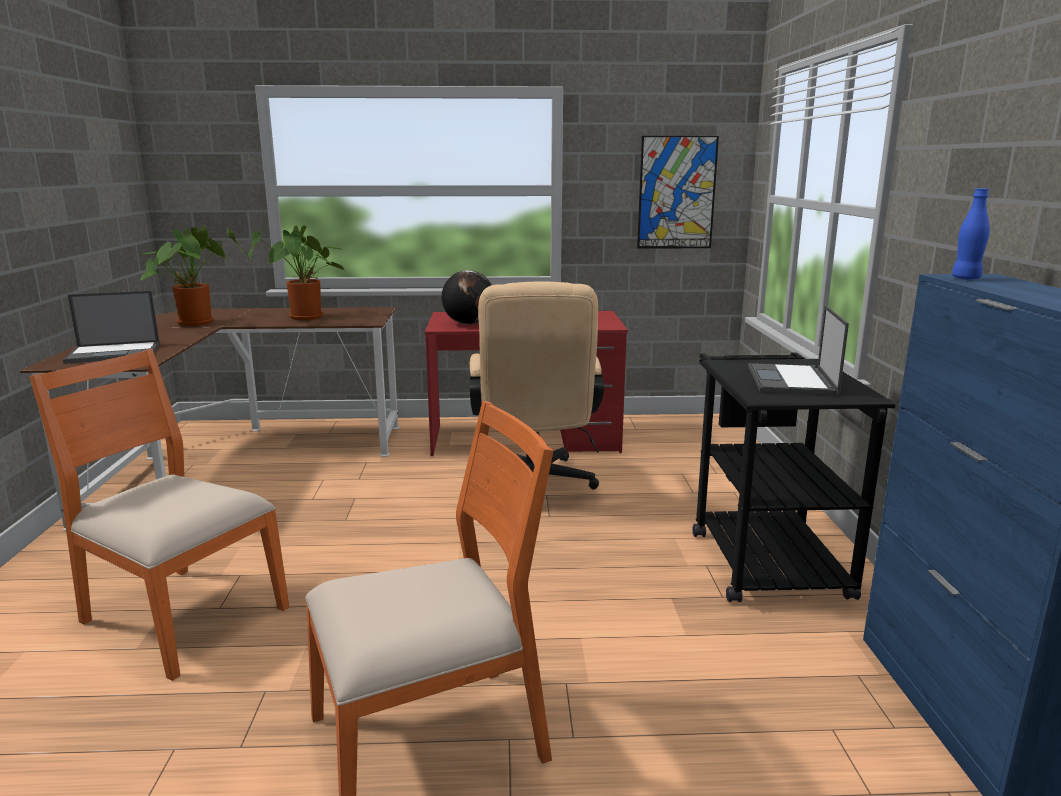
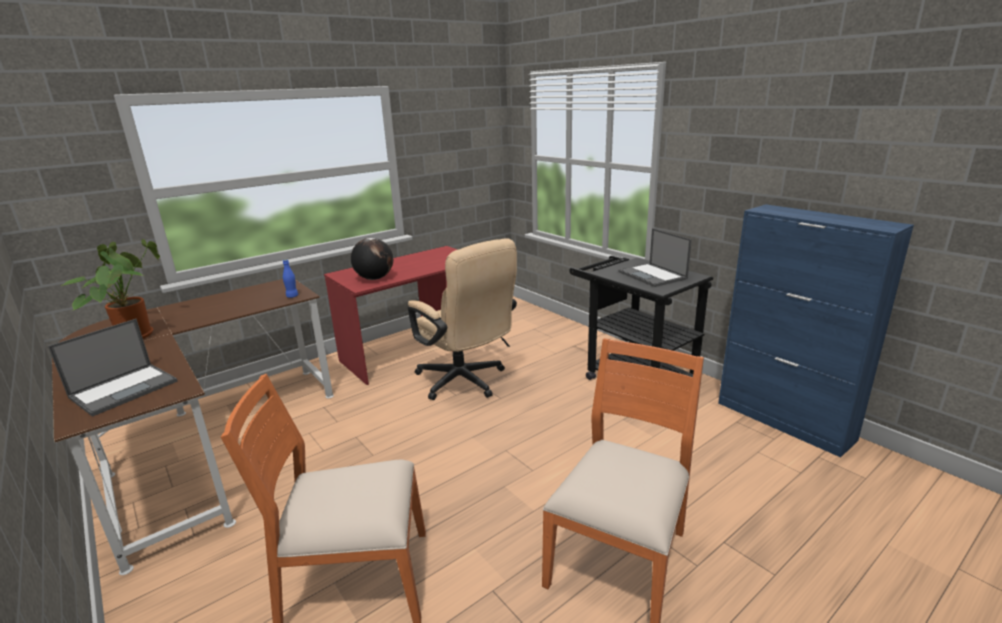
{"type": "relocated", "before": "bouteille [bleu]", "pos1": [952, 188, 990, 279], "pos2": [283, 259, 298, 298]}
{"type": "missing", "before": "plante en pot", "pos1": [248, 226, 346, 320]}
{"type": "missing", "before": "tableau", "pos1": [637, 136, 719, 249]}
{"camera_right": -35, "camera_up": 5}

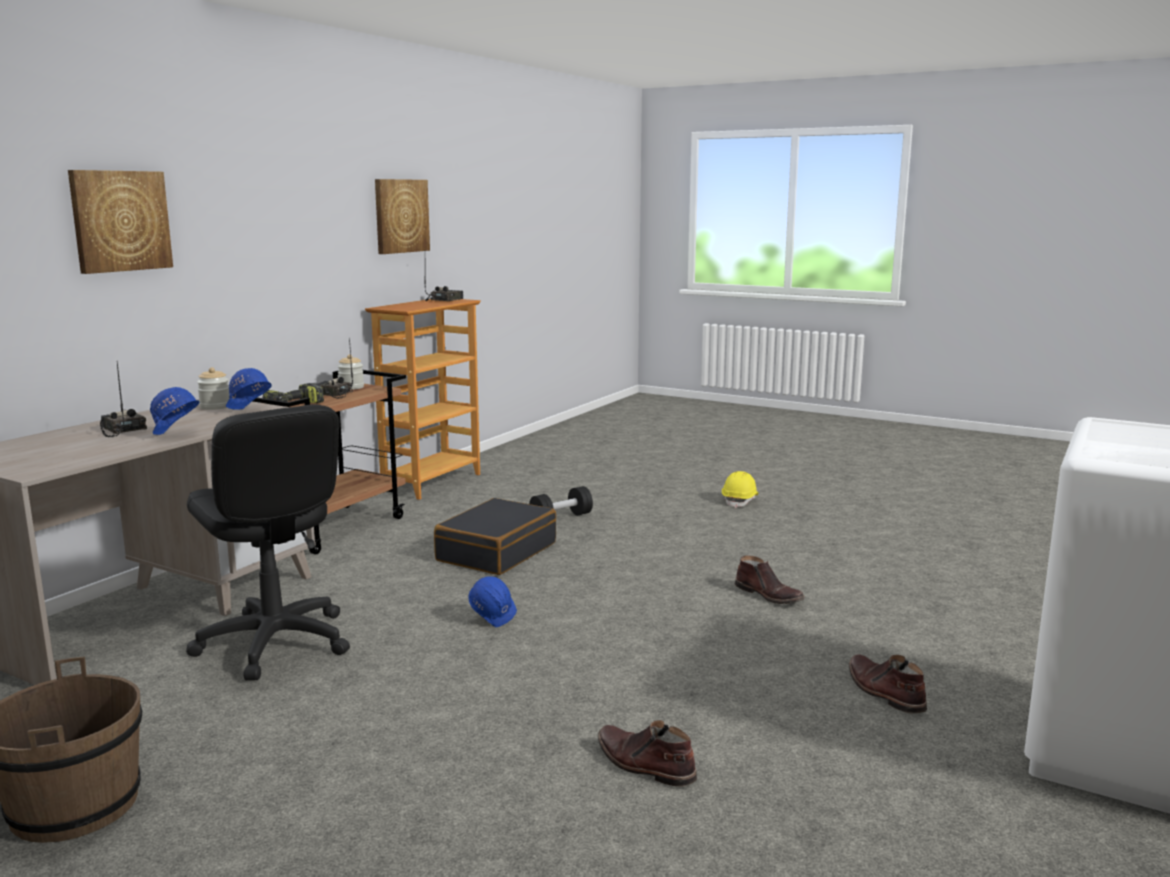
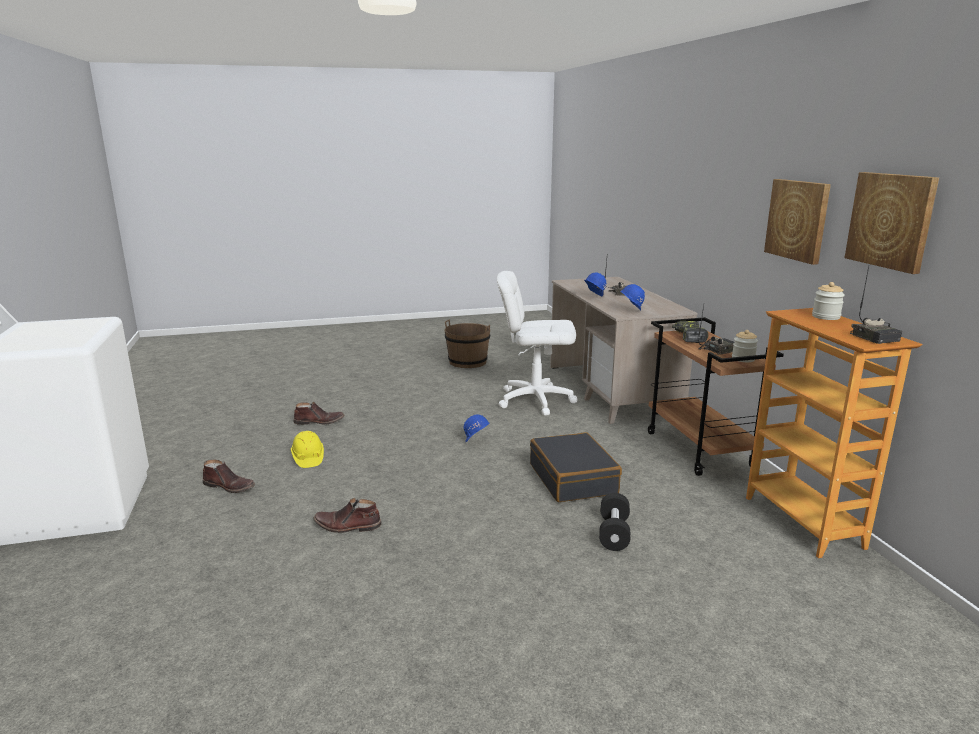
{"type": "relocated", "before": "casque de chantier [jaune]", "pos1": [722, 471, 758, 508], "pos2": [291, 431, 324, 468]}
{"type": "colour", "before": "chaise de bureau [noir]", "after": "chaise de bureau [blanc]", "pos1": [186, 404, 350, 681], "pos2": [497, 271, 577, 416]}
{"type": "relocated", "before": "tableau", "pos1": [68, 170, 173, 274], "pos2": [764, 179, 831, 265]}
{"type": "relocated", "before": "bocal", "pos1": [197, 367, 230, 410], "pos2": [812, 282, 845, 320]}
{"camera_right": 135, "camera_up": 5}

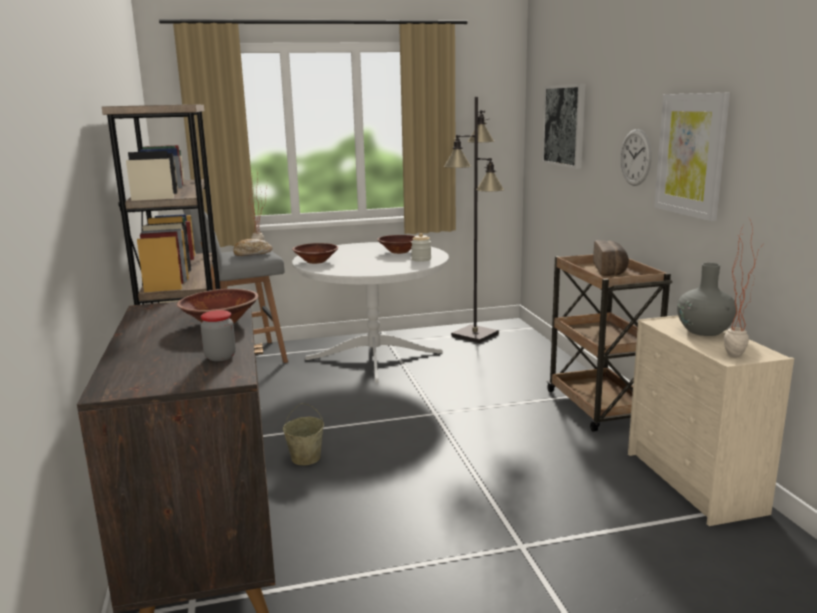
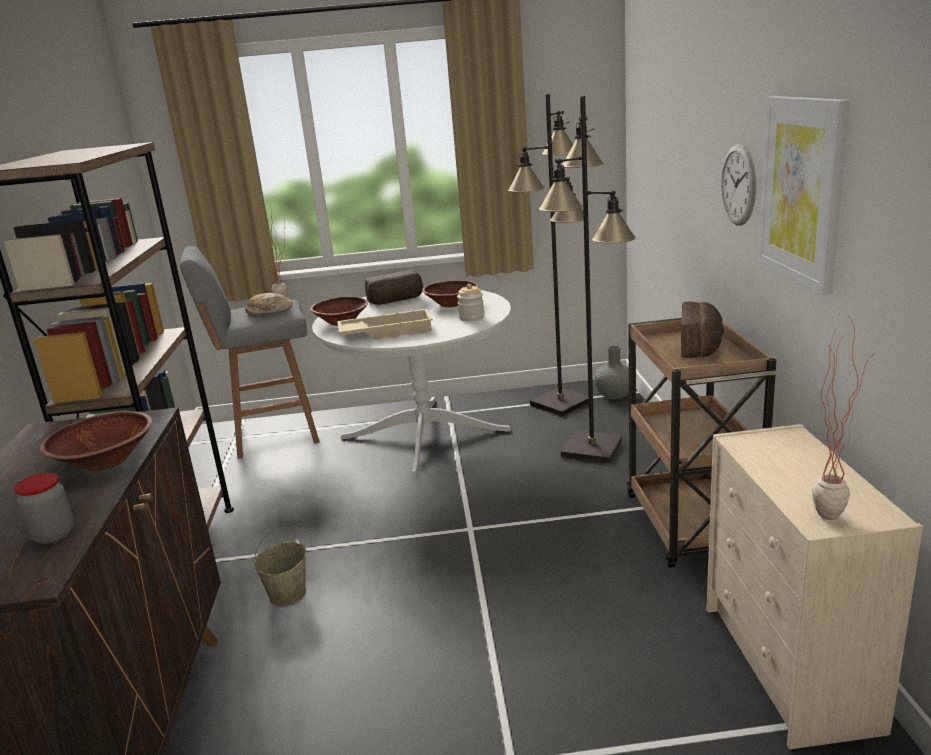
{"type": "appeared", "after": "plateau [beige]", "pos2": [337, 309, 433, 339]}
{"type": "appeared", "after": "pain", "pos2": [365, 270, 423, 305]}
{"type": "appeared", "after": "lampadaire [noir]", "pos2": [539, 96, 636, 463]}
{"type": "relocated", "before": "vase [gris]", "pos1": [677, 263, 737, 336], "pos2": [594, 346, 629, 399]}
{"type": "missing", "before": "tableau", "pos1": [542, 84, 585, 169]}
{"camera_right": 10, "camera_up": 5}

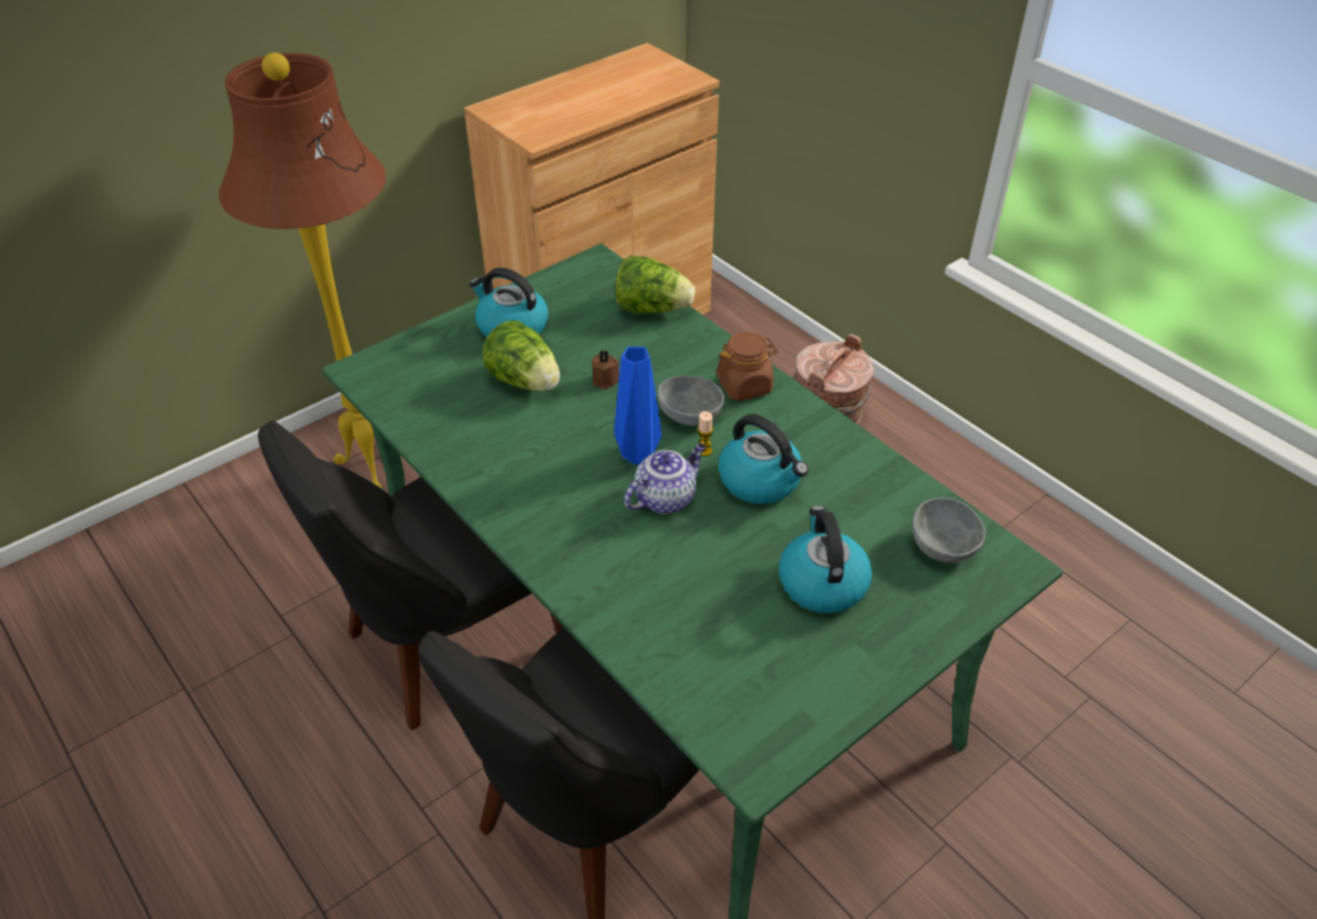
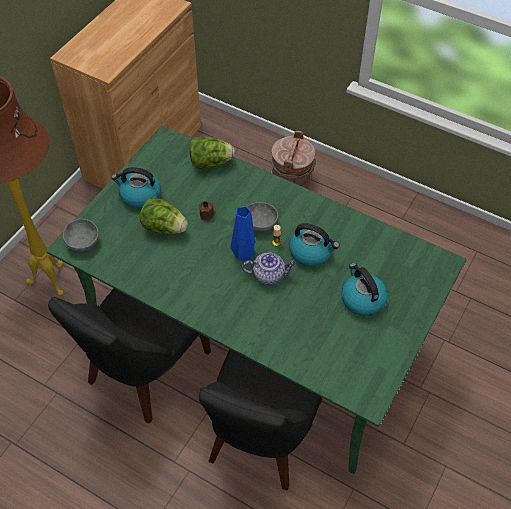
{"type": "relocated", "before": "bol [gris]", "pos1": [912, 497, 986, 563], "pos2": [63, 219, 99, 251]}
{"type": "spun", "before": "théière", "pos1": [624, 443, 706, 514], "pos2": [242, 252, 296, 285], "turn": 60}
{"type": "missing", "before": "bocal [marron]", "pos1": [716, 332, 778, 401]}
{"camera_right": -20, "camera_up": 10}

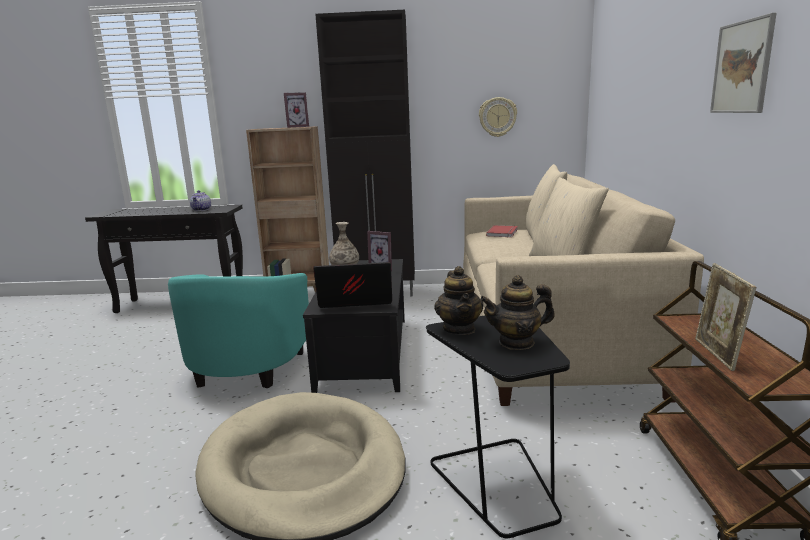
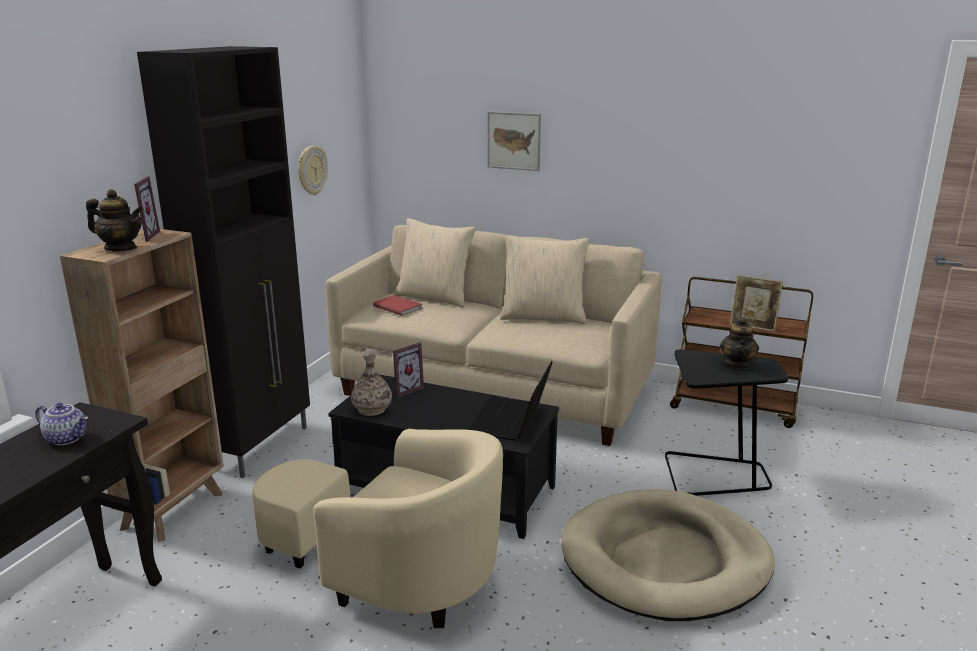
{"type": "relocated", "before": "théière", "pos1": [434, 266, 484, 335], "pos2": [86, 189, 143, 251]}
{"type": "colour", "before": "fauteuil [turquoise]", "after": "fauteuil [beige]", "pos1": [168, 273, 309, 388], "pos2": [252, 429, 503, 628]}
{"type": "relocated", "before": "tableau", "pos1": [710, 13, 777, 113], "pos2": [488, 112, 541, 171]}
{"camera_right": -70, "camera_up": 5}

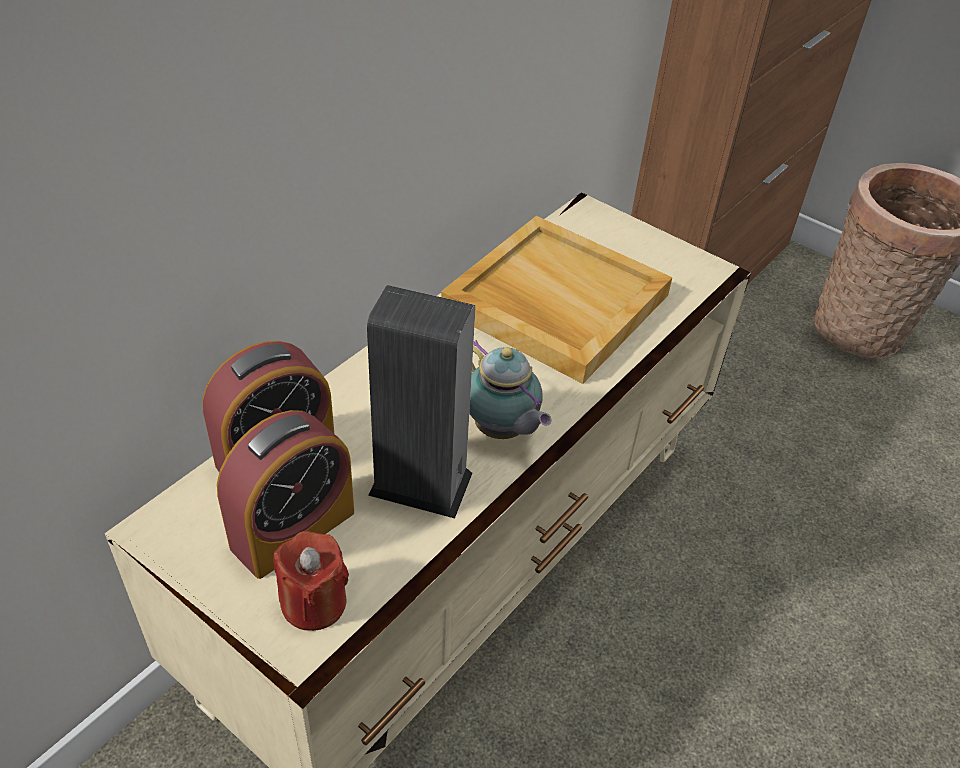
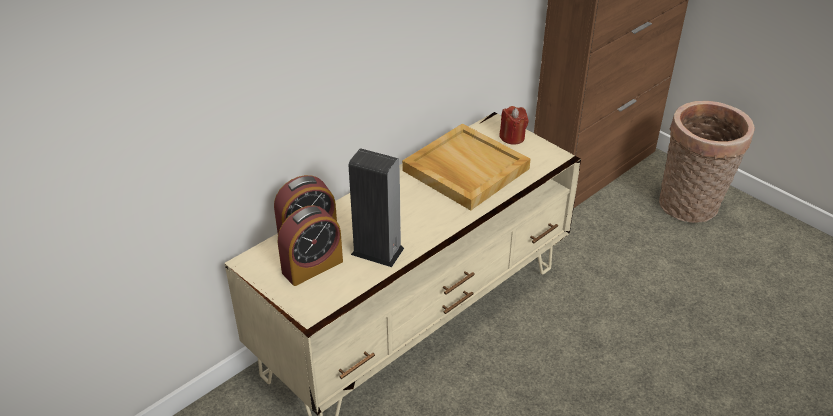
{"type": "relocated", "before": "bougie [rouge]", "pos1": [273, 531, 349, 631], "pos2": [500, 106, 528, 145]}
{"type": "missing", "before": "théière", "pos1": [469, 340, 551, 439]}
{"camera_right": 10, "camera_up": -5}

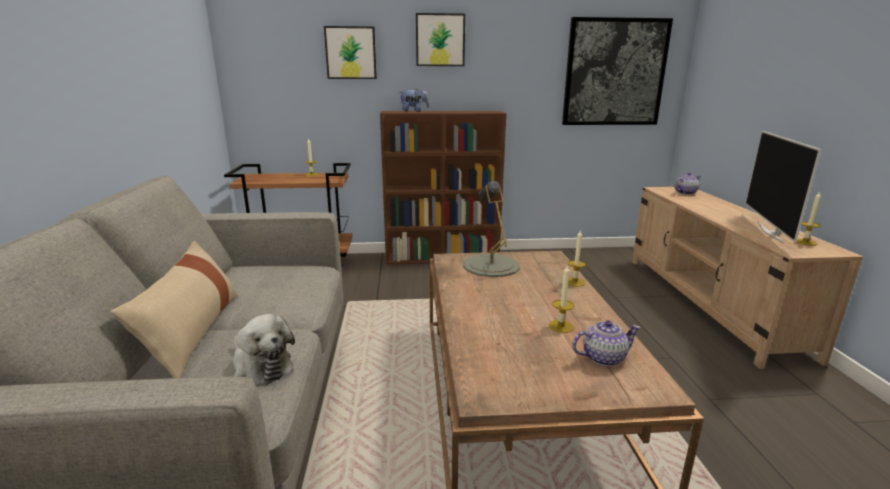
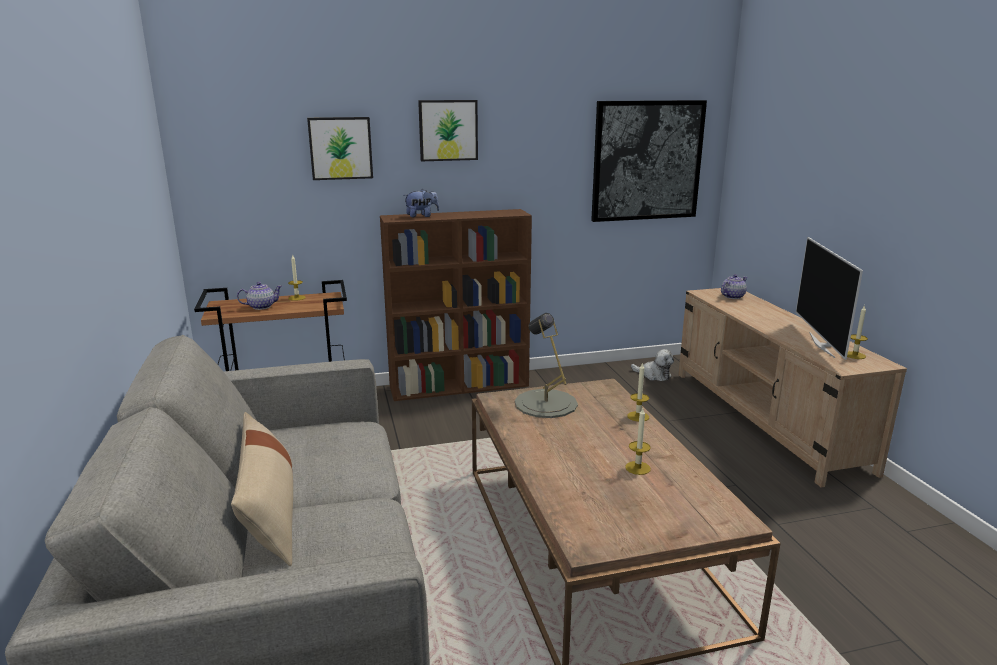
{"type": "relocated", "before": "théière", "pos1": [572, 320, 641, 366], "pos2": [237, 282, 282, 310]}
{"type": "relocated", "before": "peluche", "pos1": [233, 314, 295, 385], "pos2": [631, 349, 674, 381]}
{"camera_right": -10, "camera_up": 0}

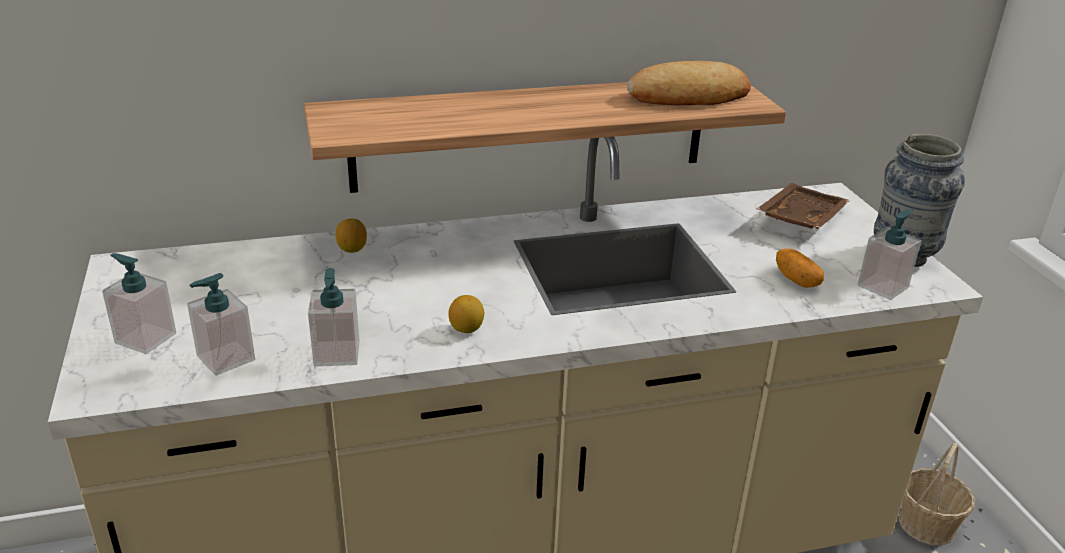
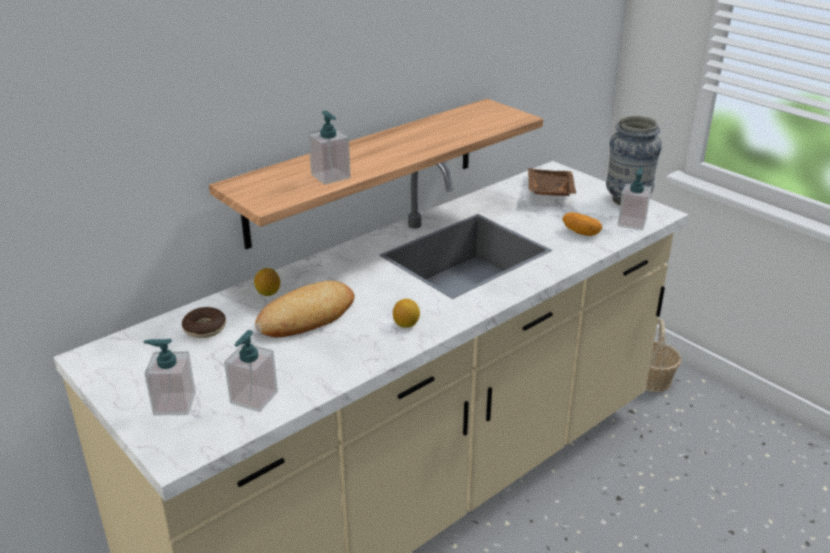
{"type": "appeared", "after": "beignet", "pos2": [182, 307, 226, 338]}
{"type": "relocated", "before": "pain", "pos1": [627, 61, 751, 105], "pos2": [255, 281, 355, 337]}
{"type": "relocated", "before": "distributeur de savon", "pos1": [308, 268, 360, 366], "pos2": [308, 111, 351, 185]}
{"camera_right": -25, "camera_up": 0}

